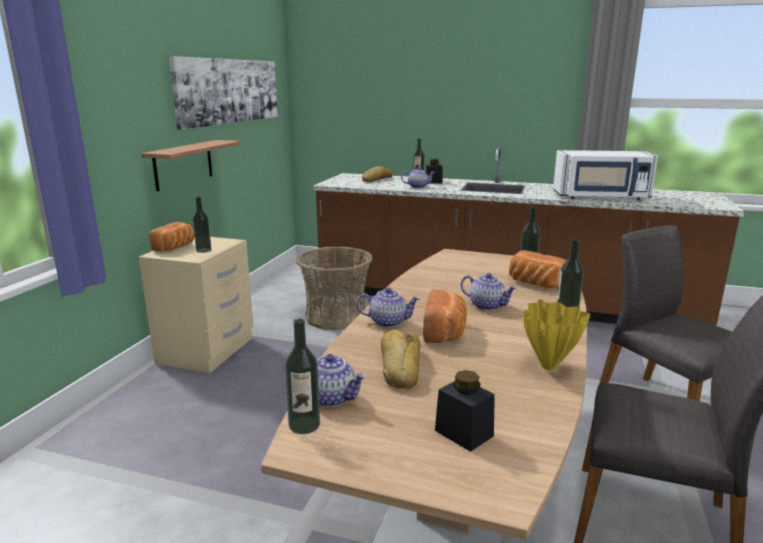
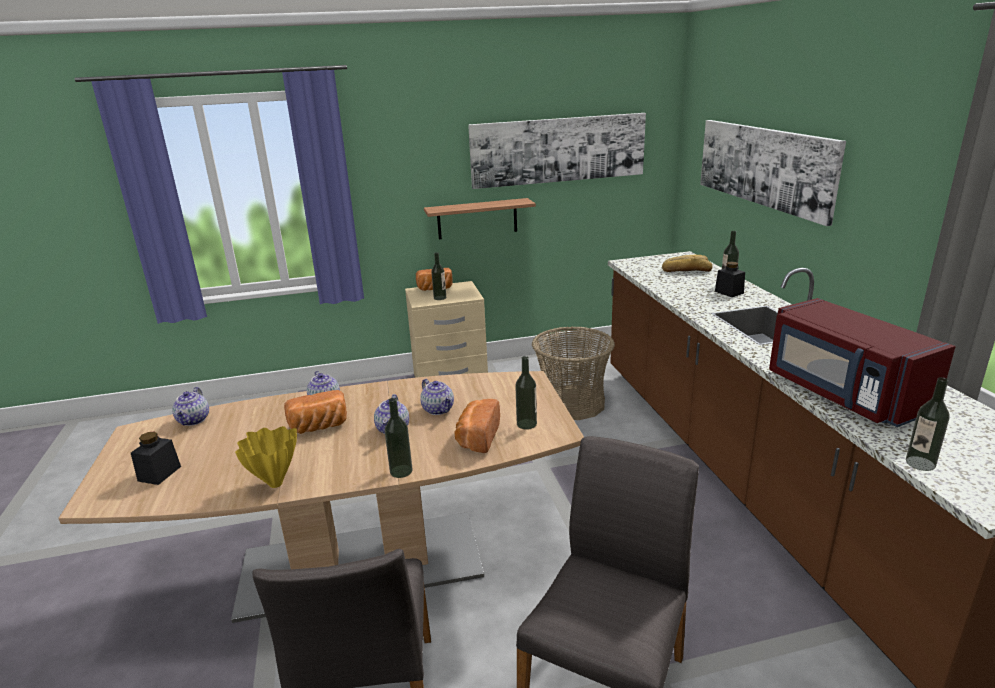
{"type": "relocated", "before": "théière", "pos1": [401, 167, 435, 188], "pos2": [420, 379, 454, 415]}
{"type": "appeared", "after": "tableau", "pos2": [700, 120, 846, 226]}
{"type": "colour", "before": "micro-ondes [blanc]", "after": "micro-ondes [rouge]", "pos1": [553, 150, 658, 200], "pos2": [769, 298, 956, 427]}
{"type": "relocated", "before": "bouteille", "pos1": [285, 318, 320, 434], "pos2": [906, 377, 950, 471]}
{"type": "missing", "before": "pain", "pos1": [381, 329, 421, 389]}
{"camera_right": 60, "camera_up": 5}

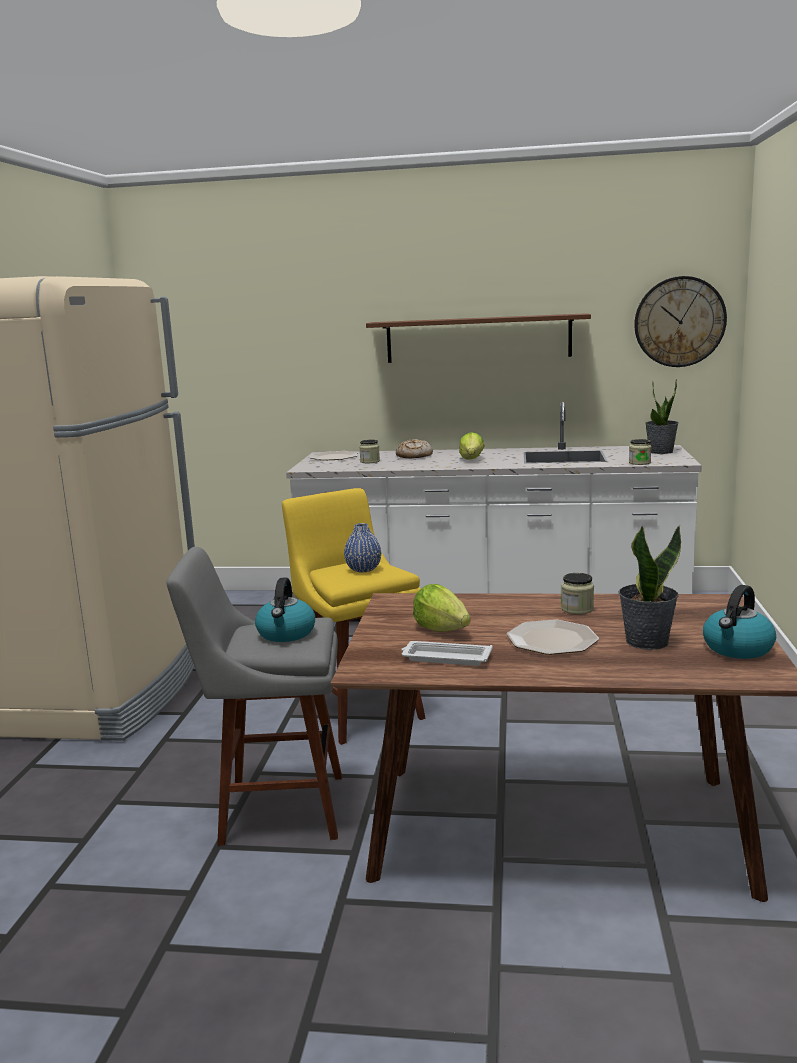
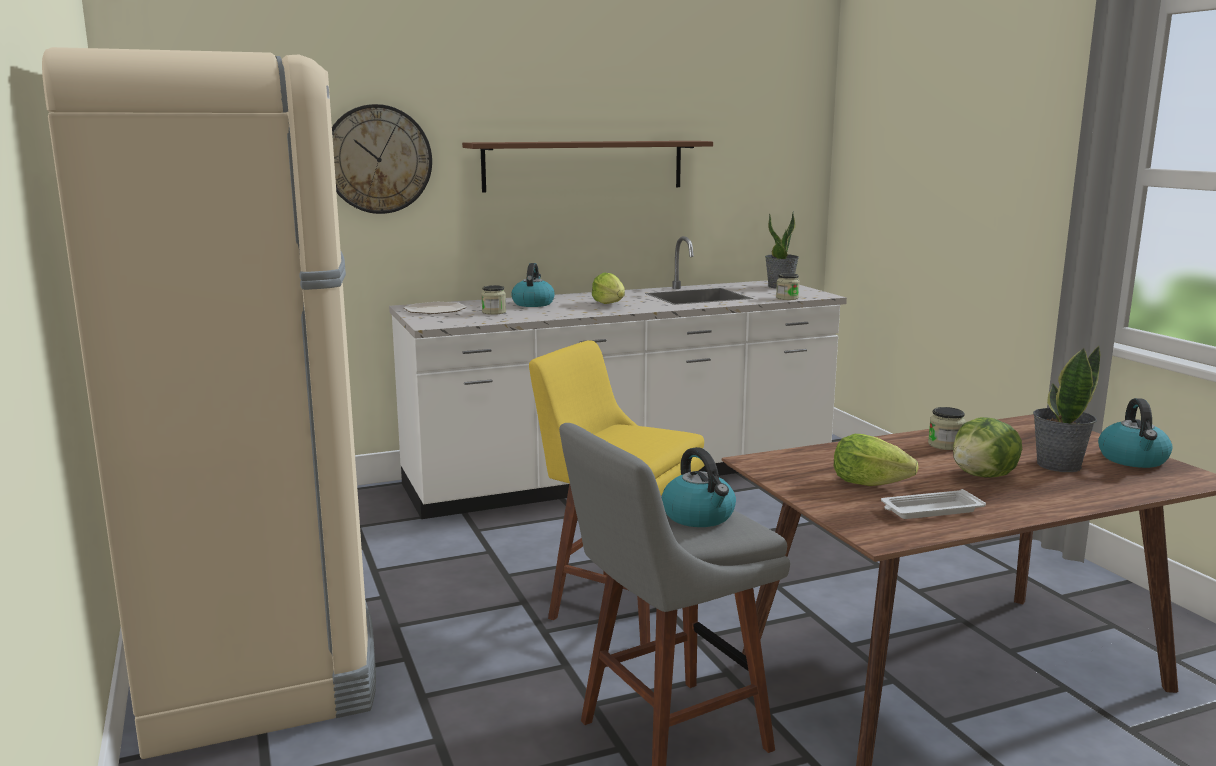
{"type": "relocated", "before": "horloge murale", "pos1": [634, 276, 727, 367], "pos2": [332, 104, 432, 214]}
{"type": "exchanged", "before": "pain", "after": "bouilloire", "pos1": [396, 439, 433, 458], "pos2": [511, 263, 555, 307]}
{"type": "exchanged", "before": "assiette", "after": "laitue", "pos1": [507, 619, 599, 655], "pos2": [953, 417, 1022, 478]}
{"type": "missing", "before": "vase [bleu]", "pos1": [344, 523, 381, 572]}
{"camera_right": -30, "camera_up": 0}

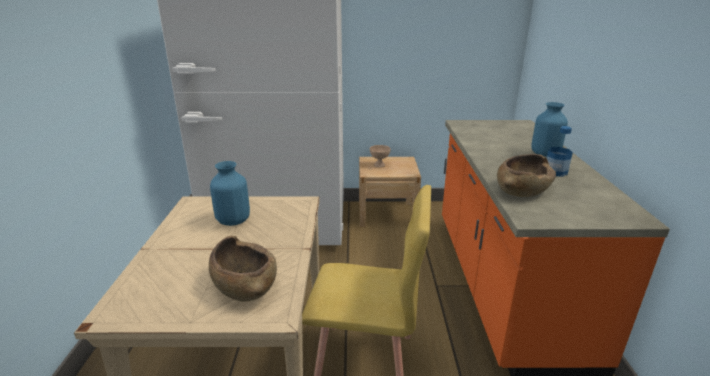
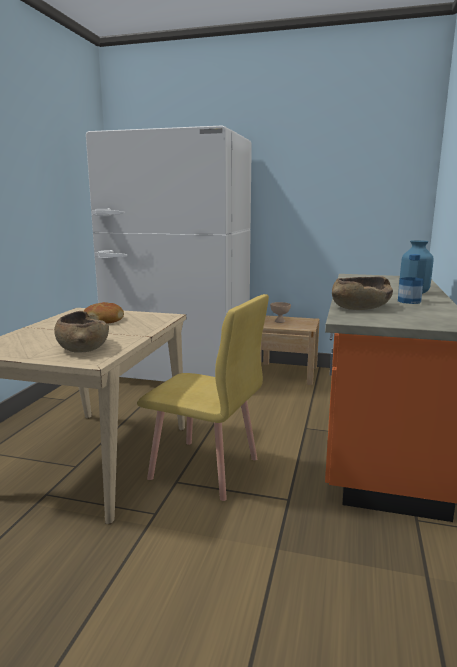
{"type": "exchanged", "before": "vase [bleu]", "after": "pain", "pos1": [210, 161, 250, 226], "pos2": [84, 302, 124, 324]}
{"camera_right": 15, "camera_up": -10}

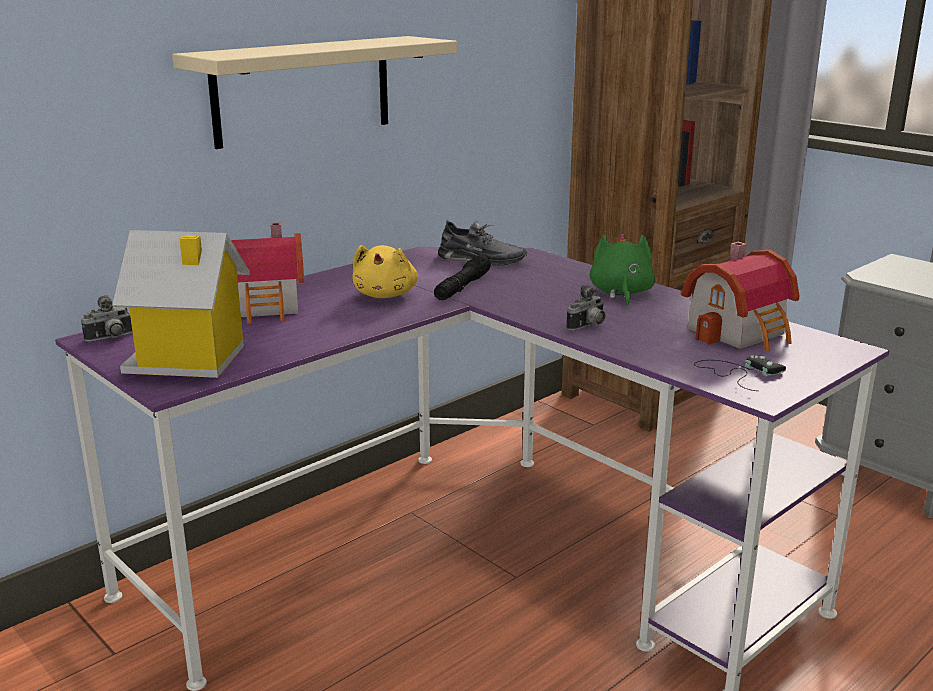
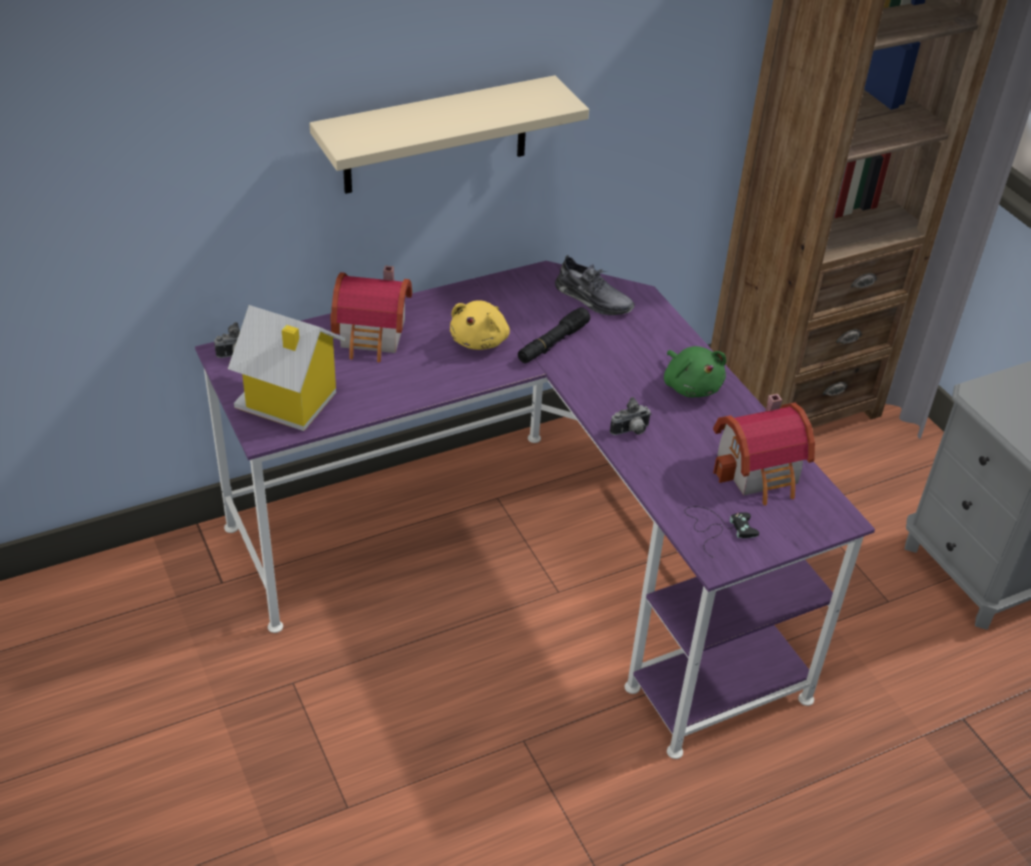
{"type": "spun", "before": "peluche [vert]", "pos1": [590, 234, 655, 306], "pos2": [664, 346, 726, 397], "turn": 135}
{"camera_right": 15, "camera_up": 20}

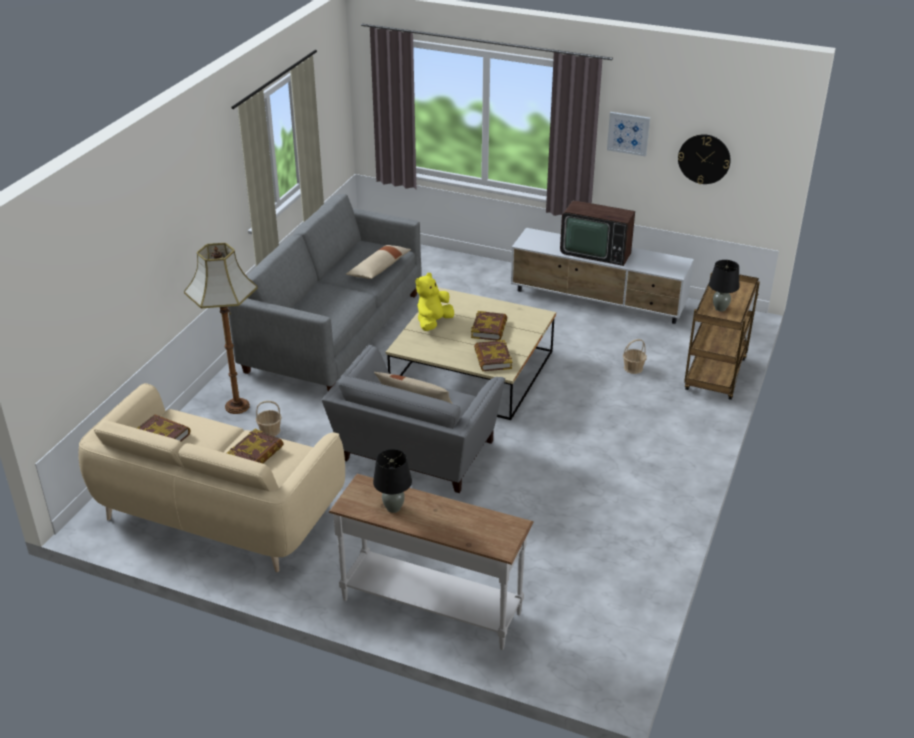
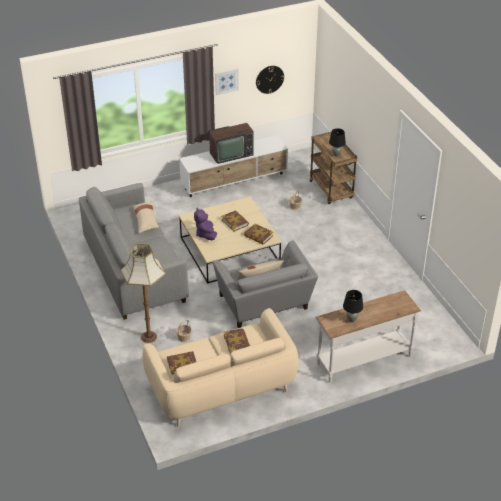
{"type": "colour", "before": "peluche [jaune]", "after": "peluche [violet]", "pos1": [415, 273, 454, 331], "pos2": [194, 207, 217, 240]}
{"camera_right": -45, "camera_up": 5}

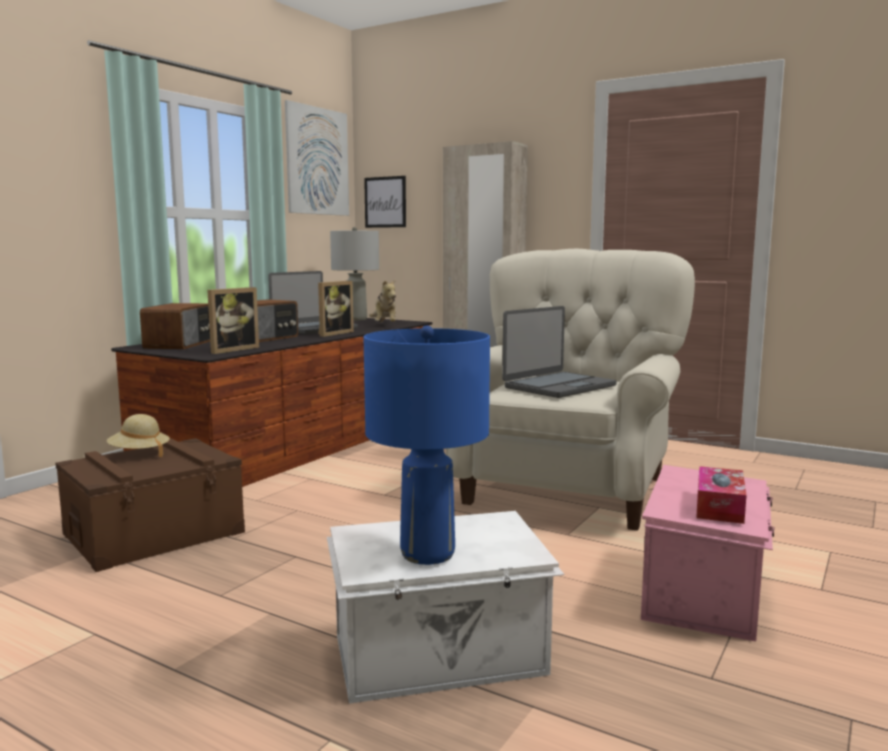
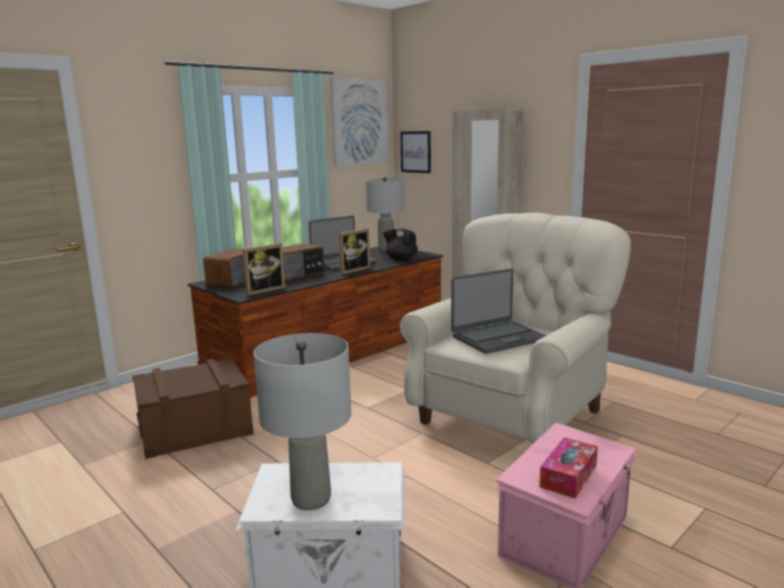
{"type": "colour", "before": "lampe de table [bleu]", "after": "lampe de table [gris]", "pos1": [364, 325, 490, 565], "pos2": [254, 333, 351, 510]}
{"type": "exchanged", "before": "peluche", "after": "théière [noir]", "pos1": [369, 279, 396, 322], "pos2": [383, 228, 418, 261]}
{"type": "missing", "before": "chapeau [beige]", "pos1": [106, 414, 170, 457]}
{"camera_right": 15, "camera_up": 5}

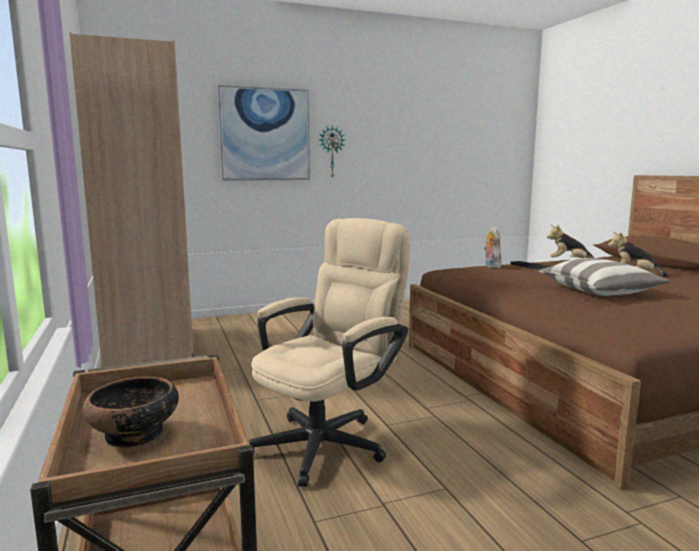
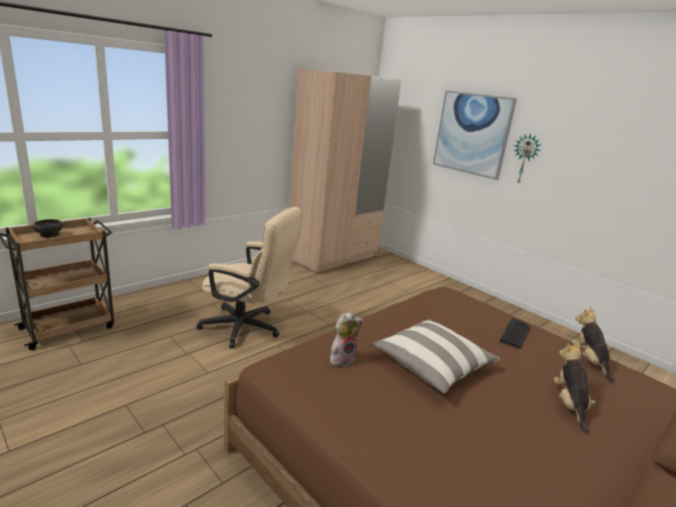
{"type": "relocated", "before": "peluche", "pos1": [484, 227, 502, 268], "pos2": [330, 312, 363, 366]}
{"camera_right": 65, "camera_up": 10}

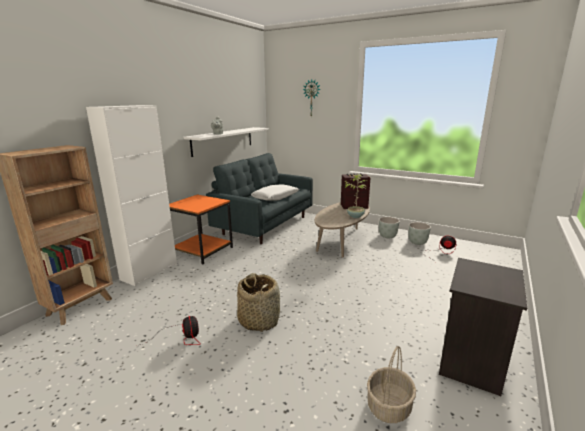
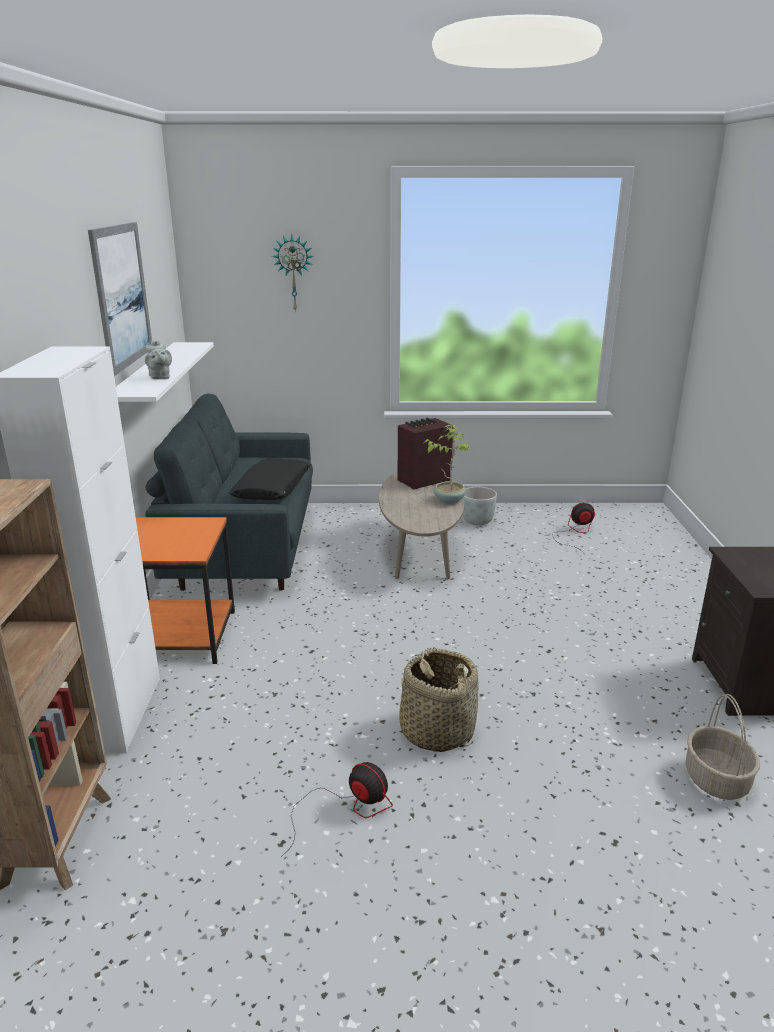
{"type": "appeared", "after": "tableau", "pos2": [88, 222, 152, 376]}
{"type": "colour", "before": "coussin [blanc]", "after": "coussin [noir]", "pos1": [251, 184, 299, 201], "pos2": [229, 458, 311, 500]}
{"type": "missing", "before": "cache-pot [gris]", "pos1": [408, 222, 431, 245]}
{"camera_right": -30, "camera_up": 5}

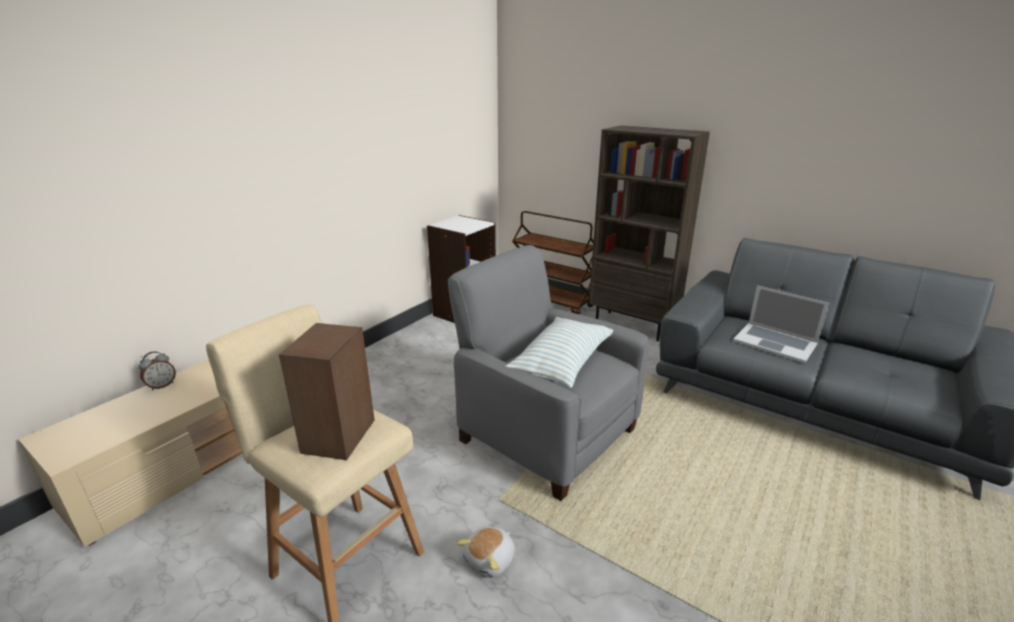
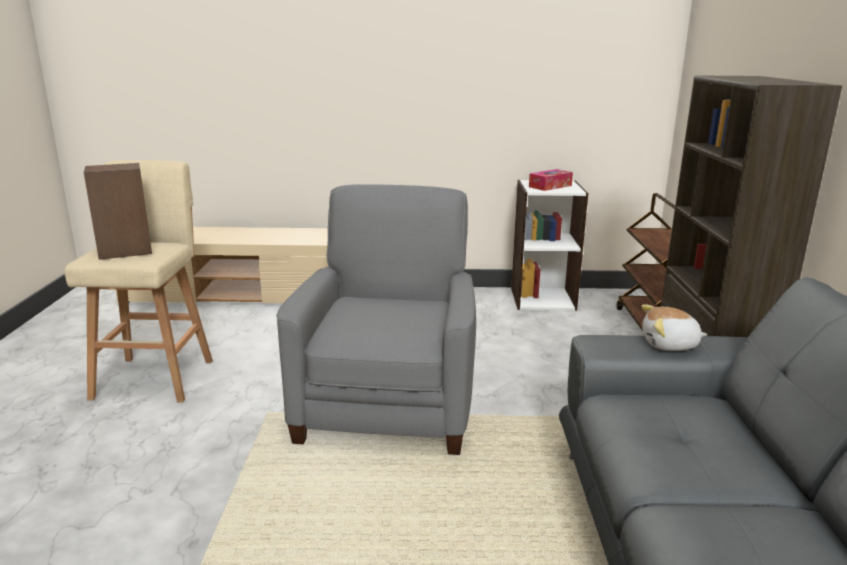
{"type": "appeared", "after": "boîte à mouchoirs", "pos2": [529, 169, 573, 191]}
{"type": "relocated", "before": "peluche", "pos1": [457, 527, 515, 578], "pos2": [641, 304, 707, 351]}
{"type": "missing", "before": "réveil", "pos1": [139, 351, 176, 390]}
{"type": "missing", "before": "coussin", "pos1": [506, 317, 613, 388]}
{"type": "missing", "before": "ordinateur portable", "pos1": [733, 286, 829, 363]}
{"camera_right": 55, "camera_up": -5}

